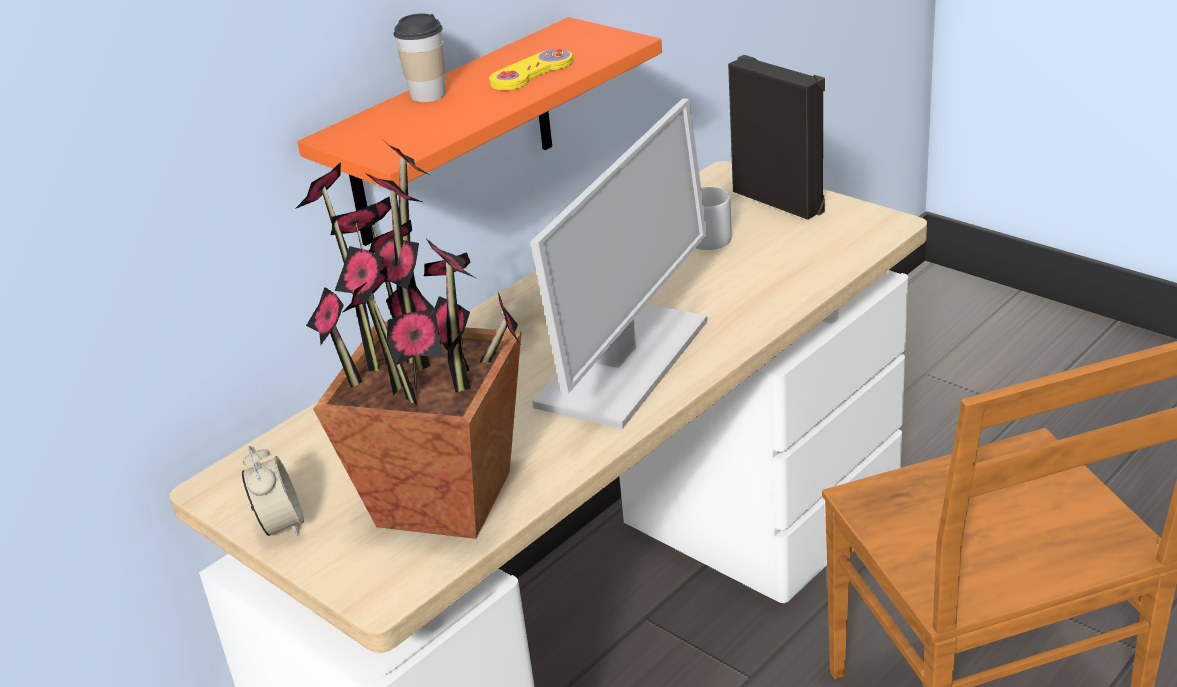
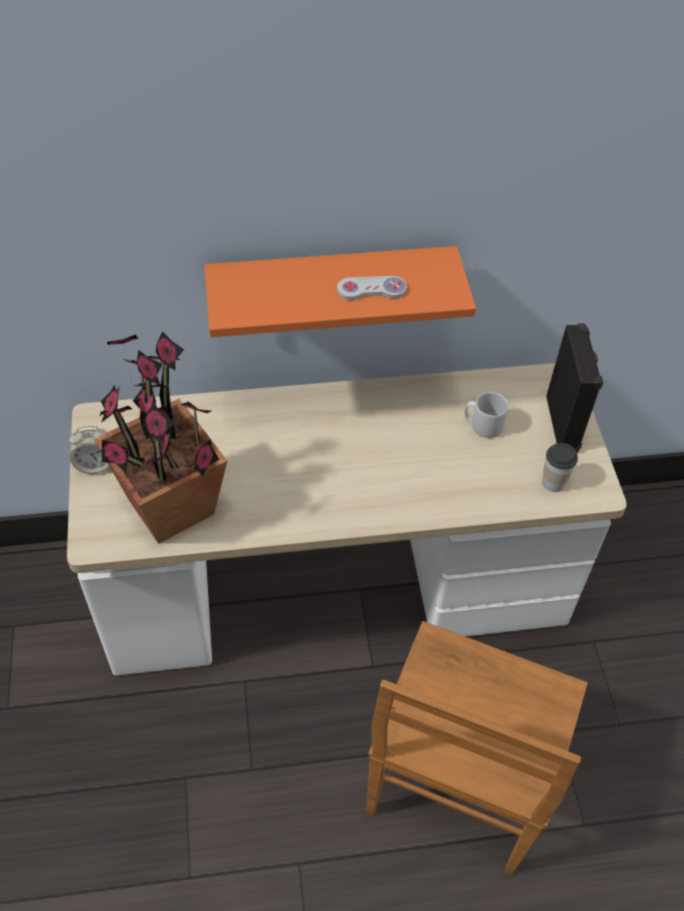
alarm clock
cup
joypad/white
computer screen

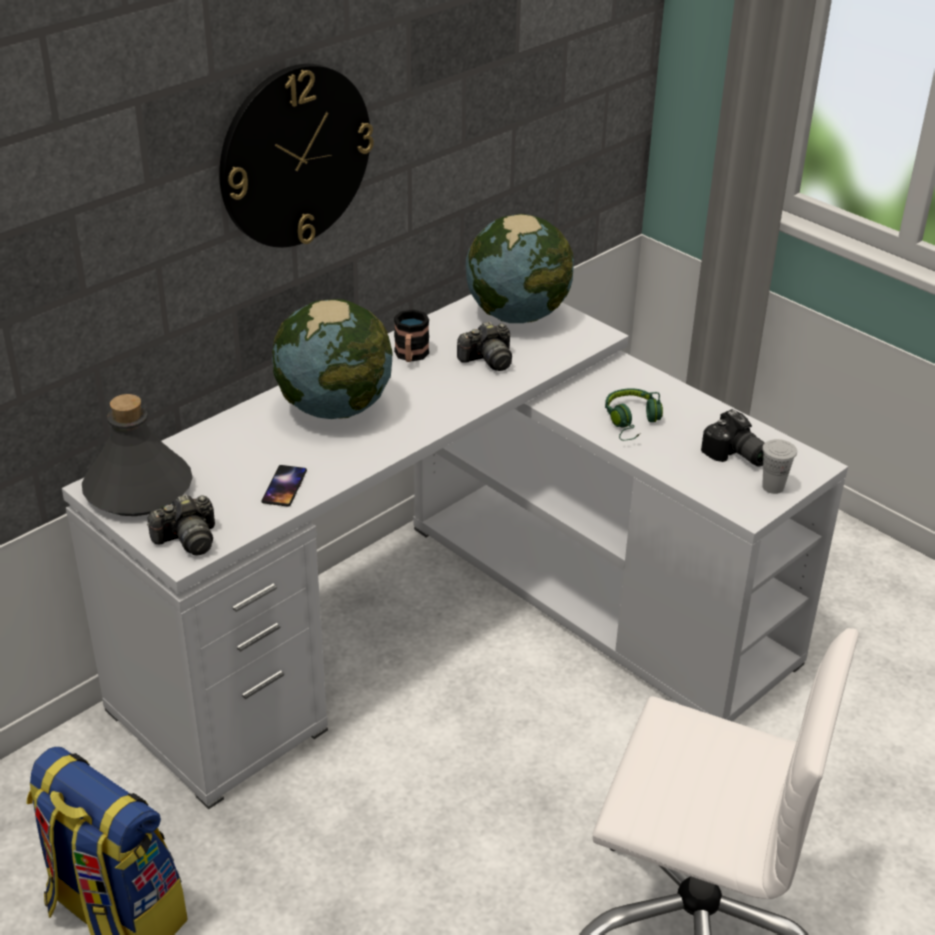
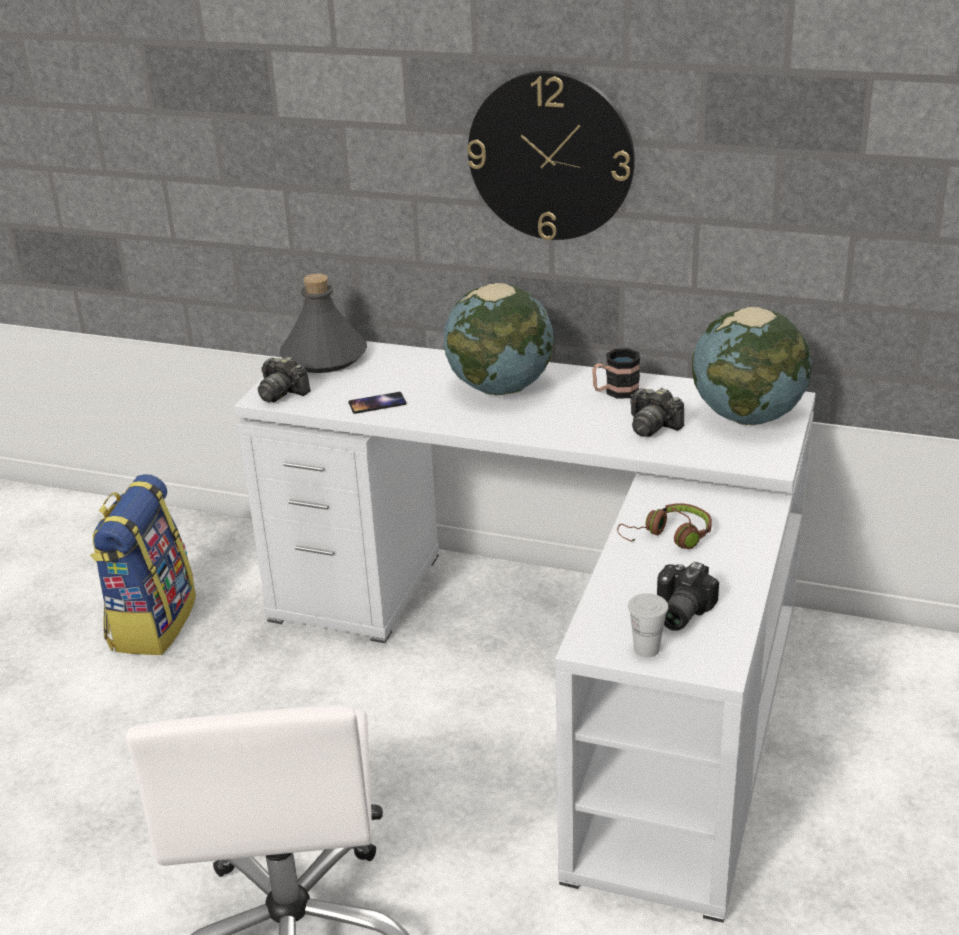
pair of headphones/brownish

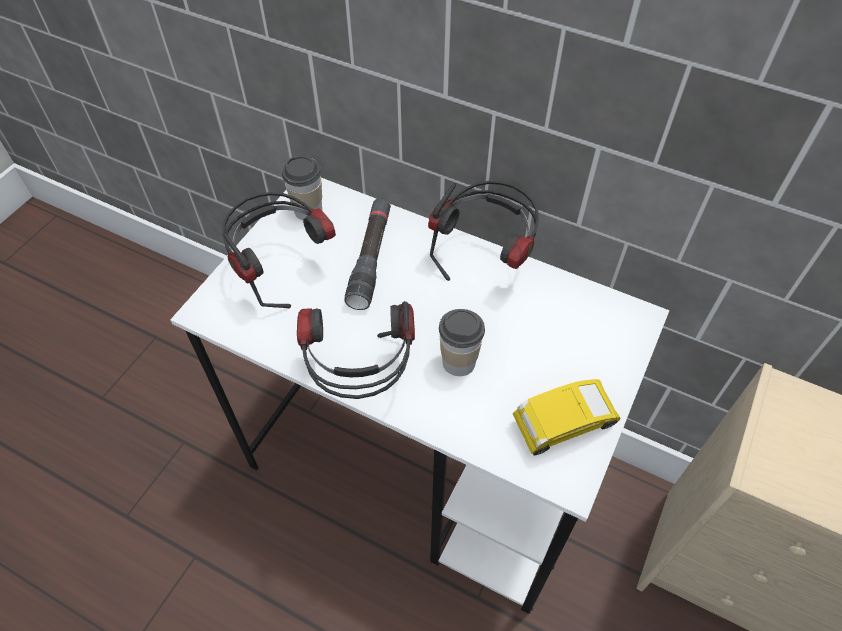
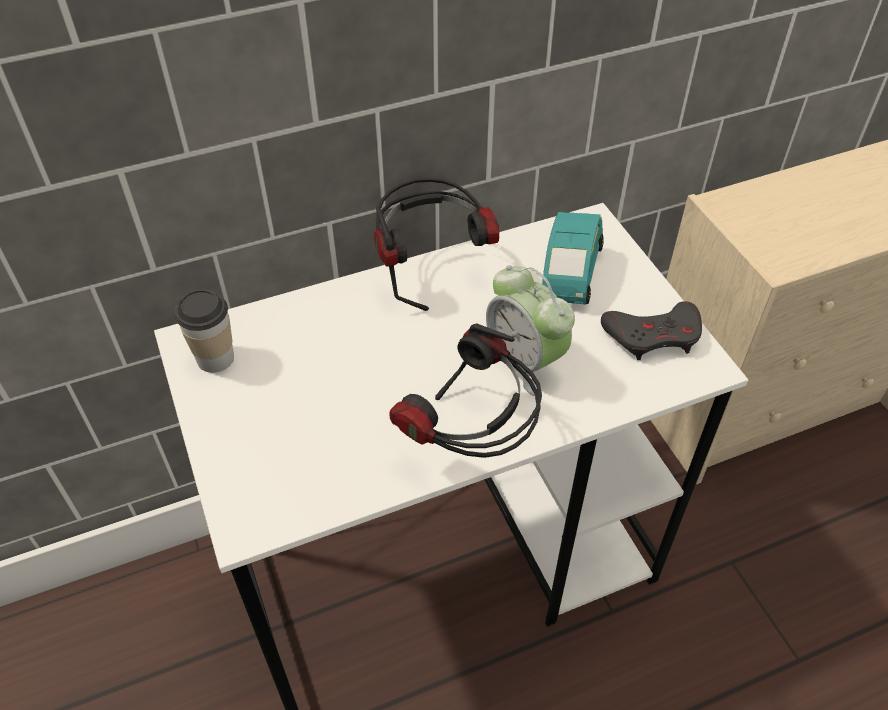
pair of headphones (no. 1 from left in the first image)
flashlight/black
alarm clock
joypad/grey
miniature car/turquoise-coloured

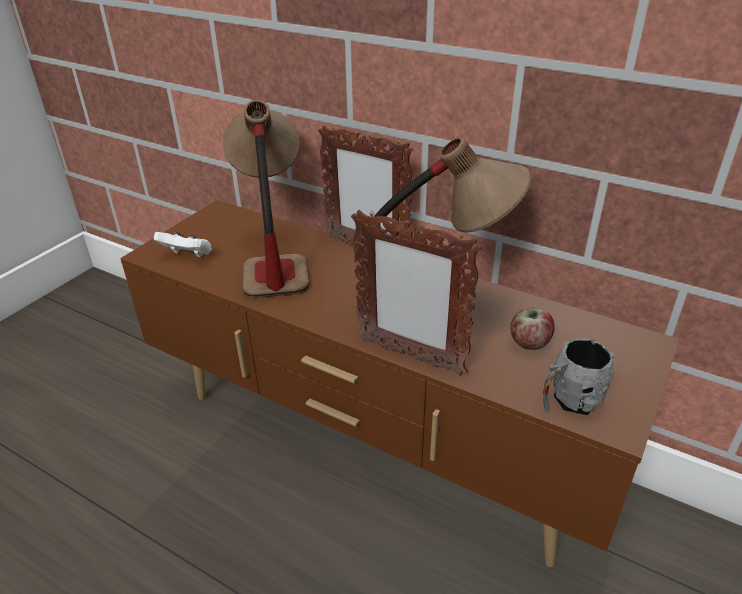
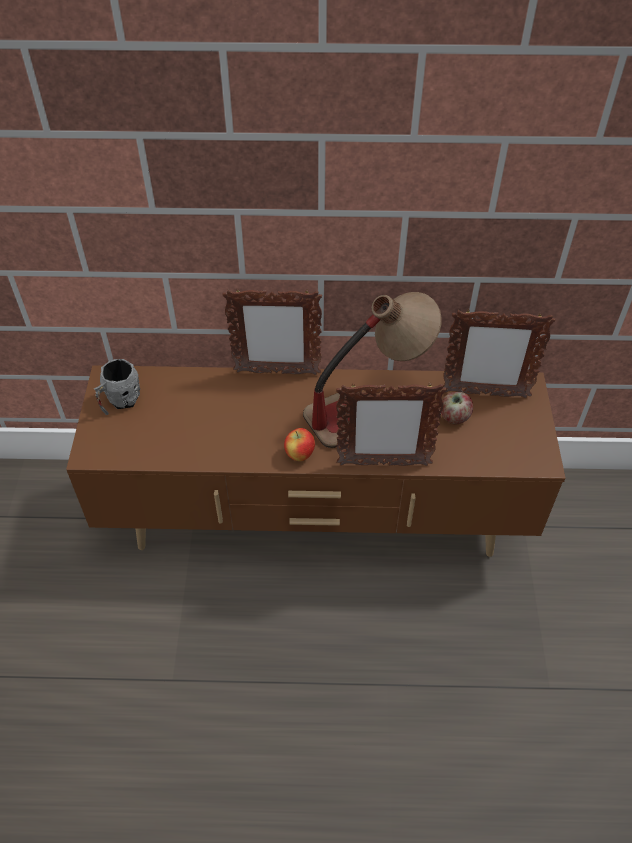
joypad/white
table lamp (no. 1 from left in the first image)
coffee mug/grey
whole apple (no. 1 from left)
picture frame (no. 3 from left)

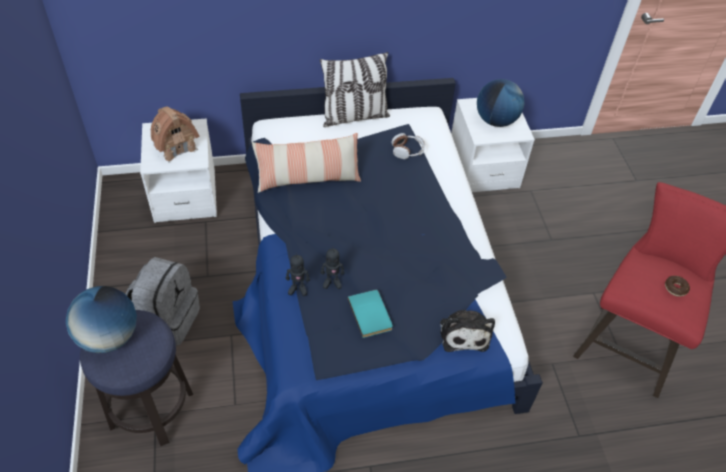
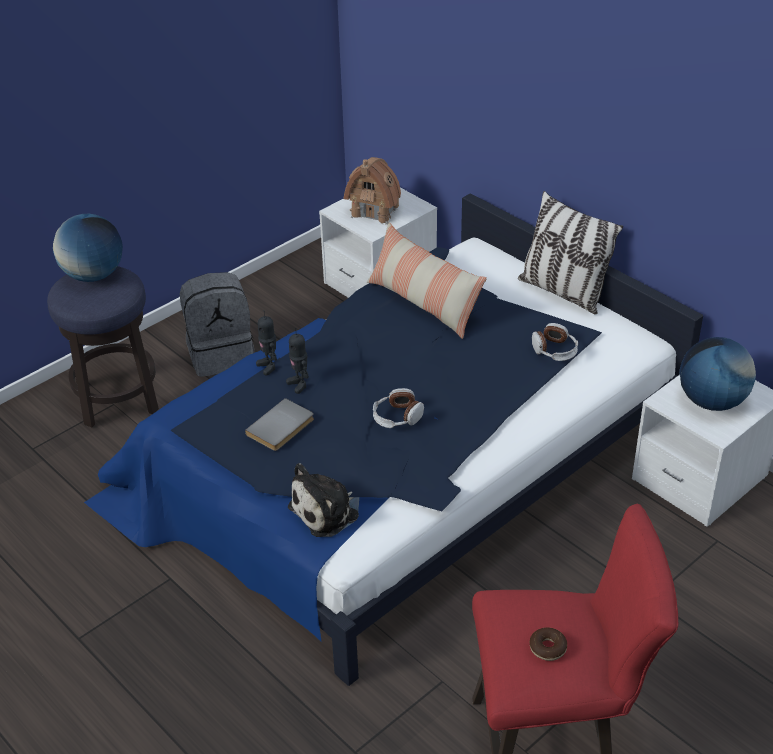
bound book/grey
pair of headphones (no. 1 from left)

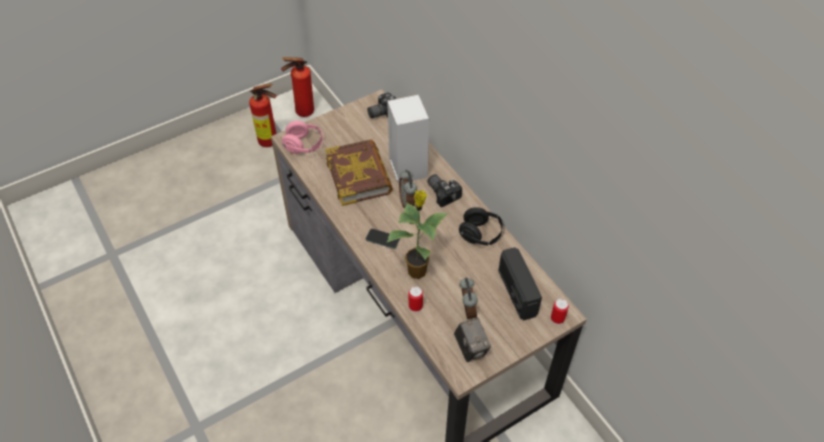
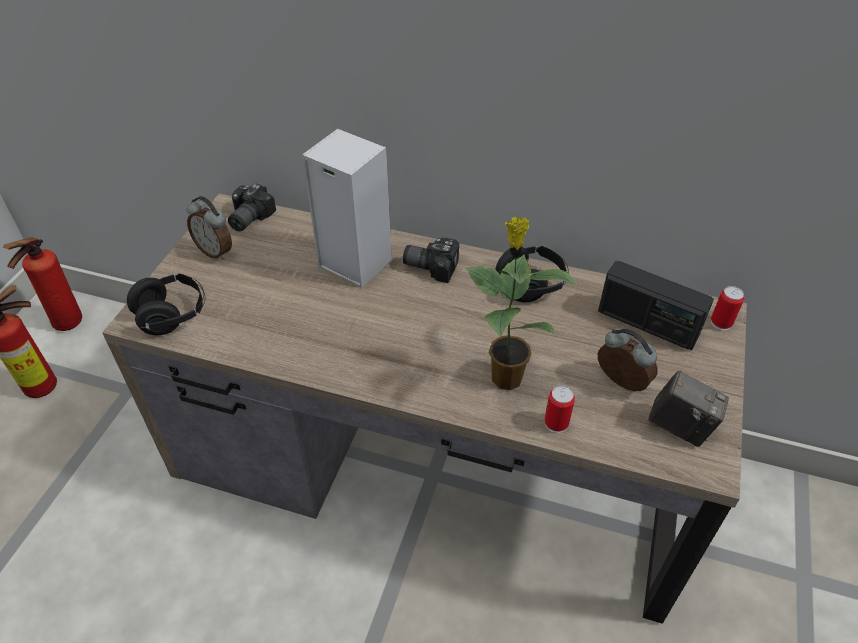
pair of headphones/black (no. 1 from left)
bound book
handset
alarm clock (no. 1 from left)

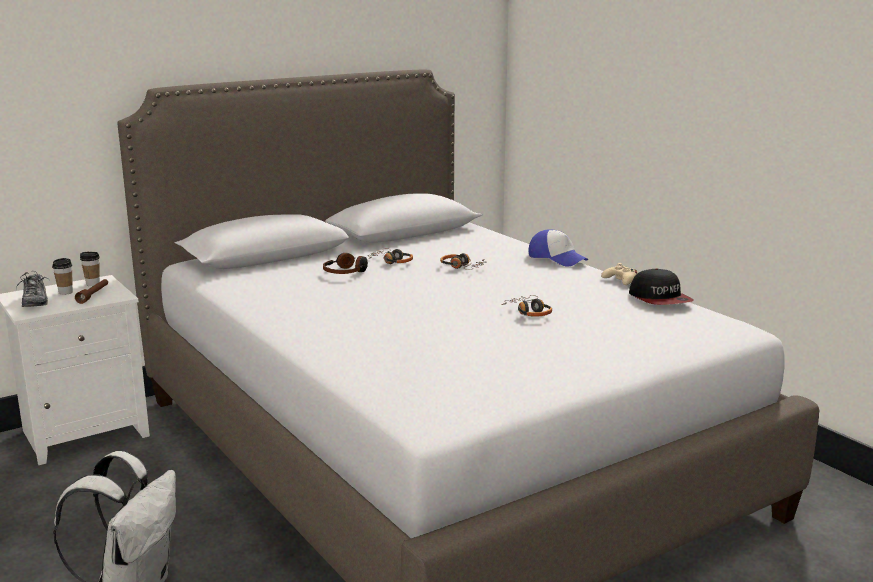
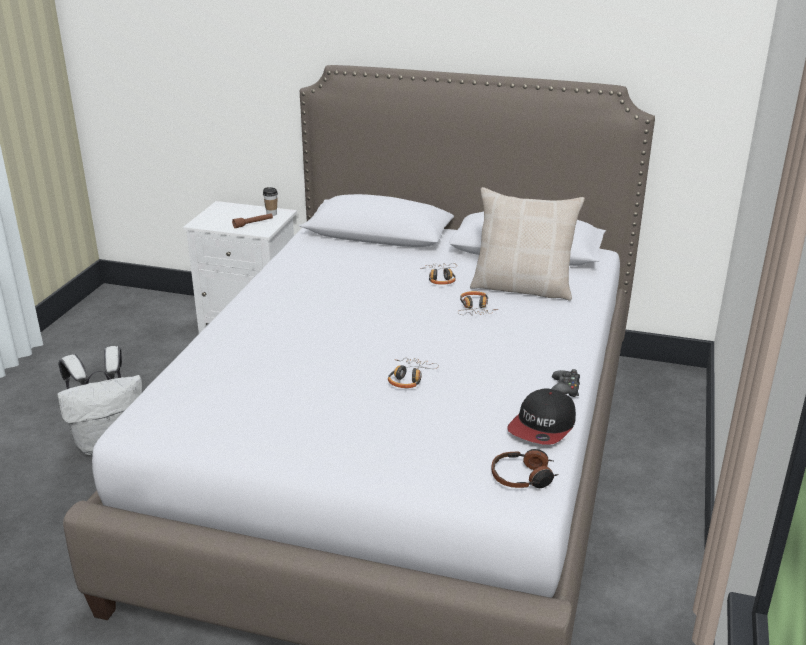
low shoe
cup (no. 1 from left in the first image)
pair of headphones (no. 4 from left)
peaked cap (no. 1 from left in the first image)
joypad/black
throw pillow/beige-coloured

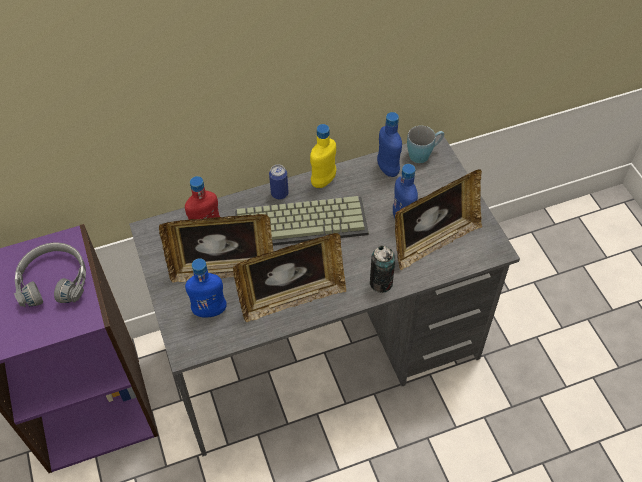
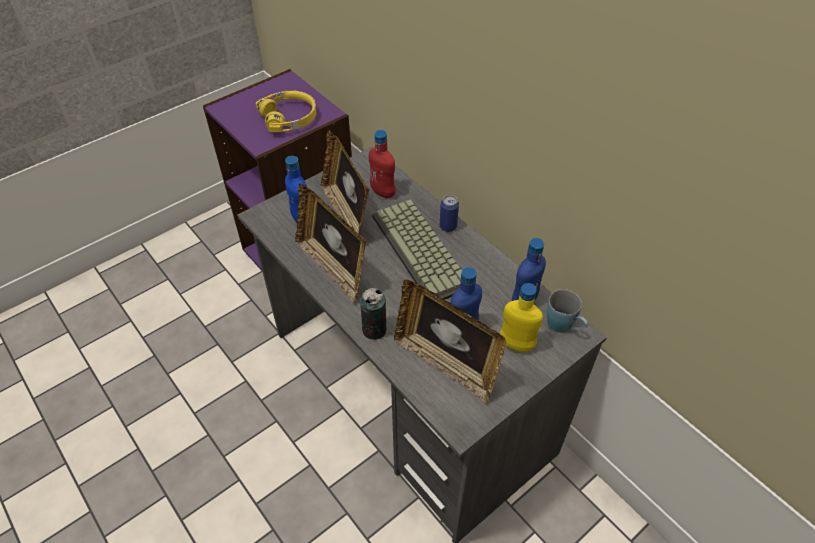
pair of headphones/yellowish
beverage bottle/yellowish

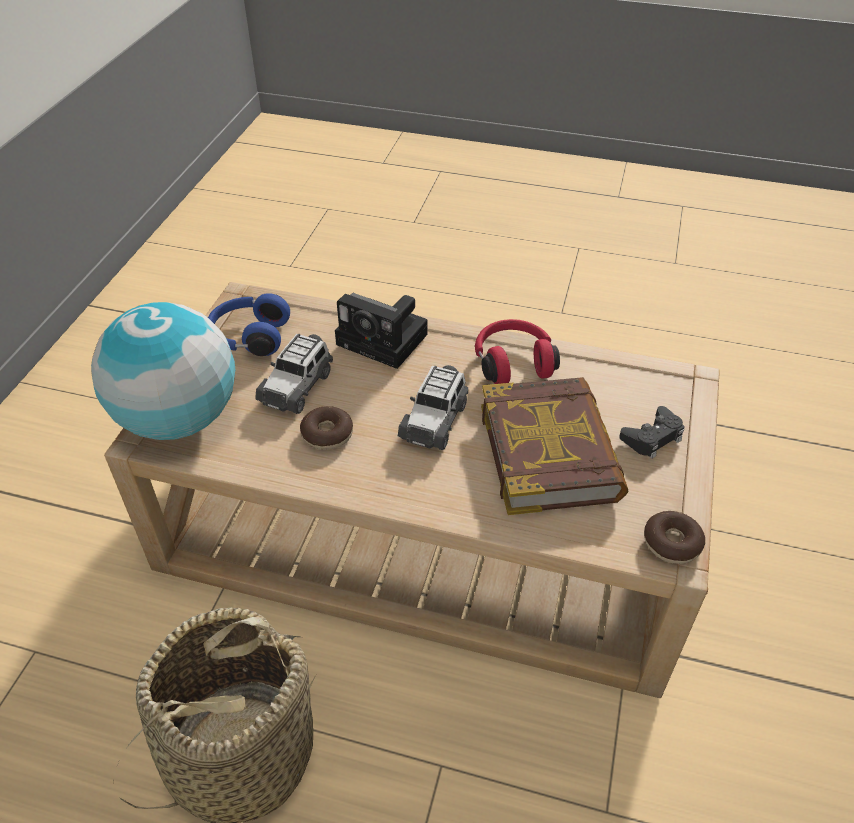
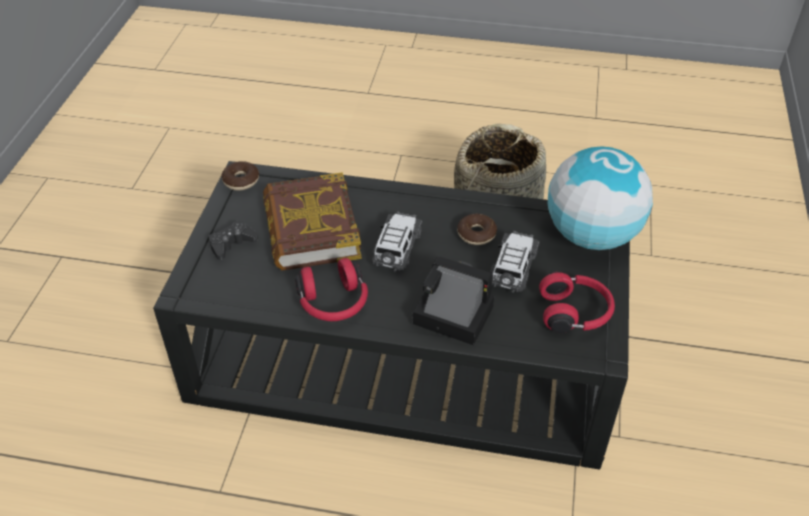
coffee table/black
pair of headphones/red (no. 2 from left)

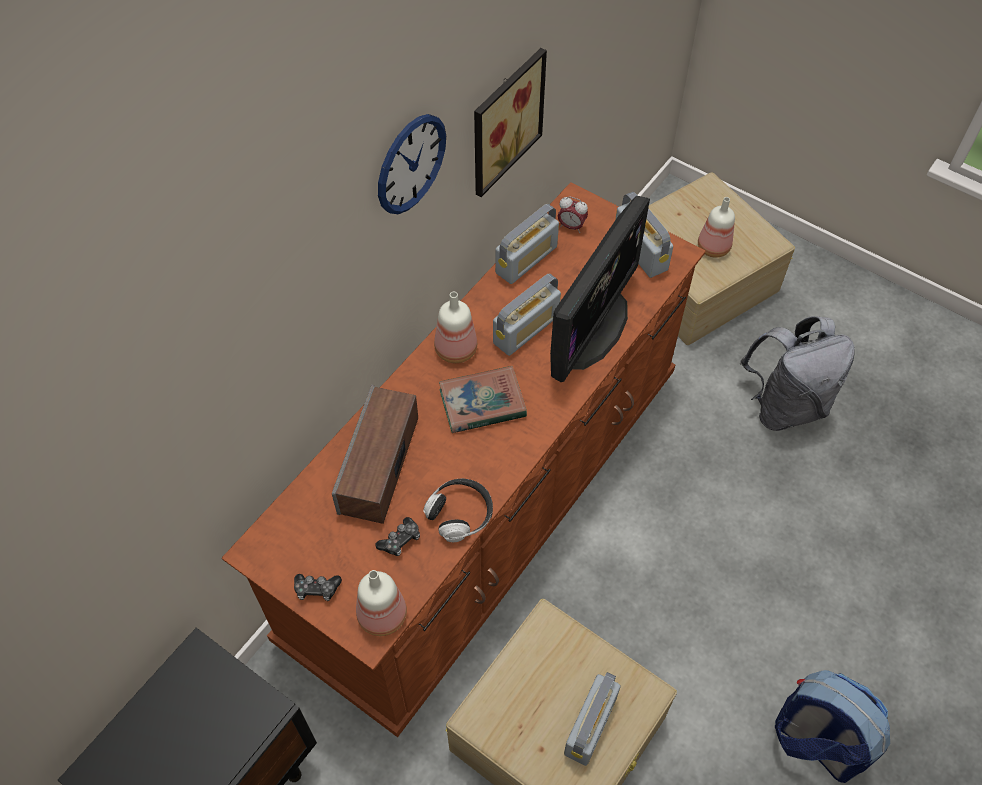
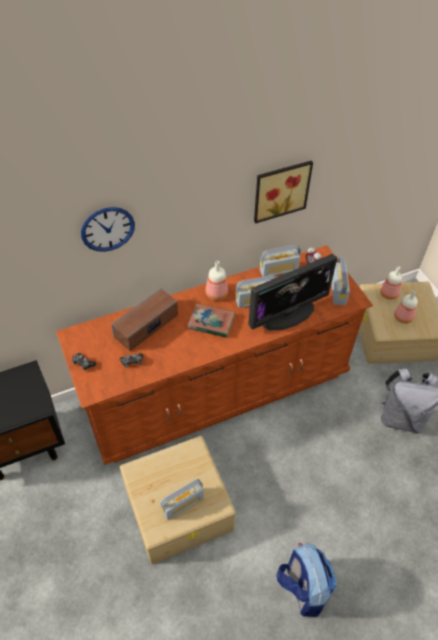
beverage bottle (no. 2 from left)
wall clock
pair of headphones

